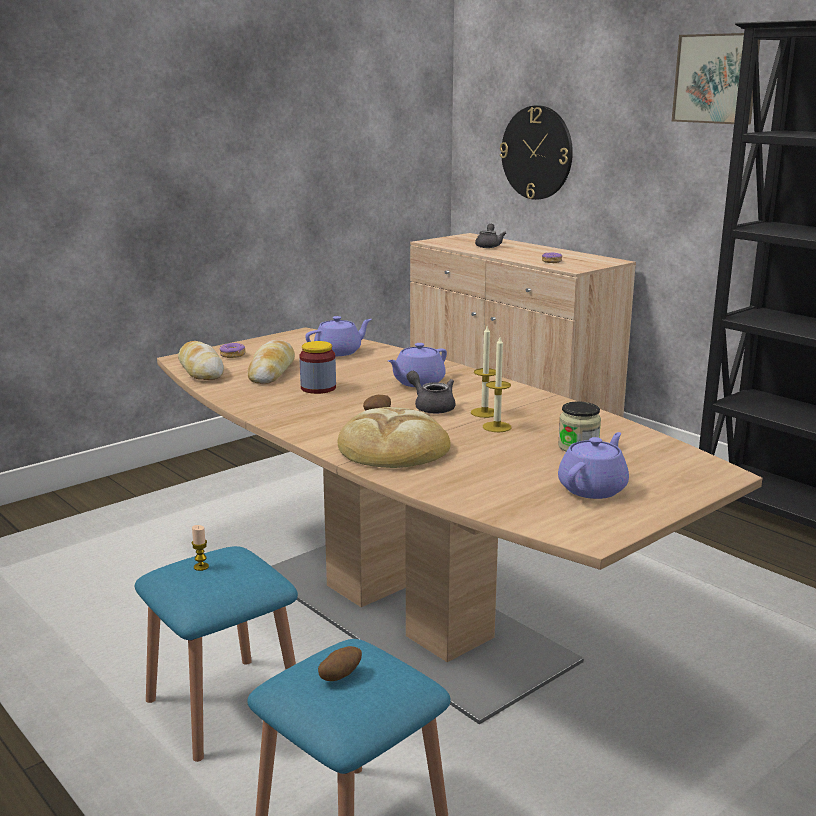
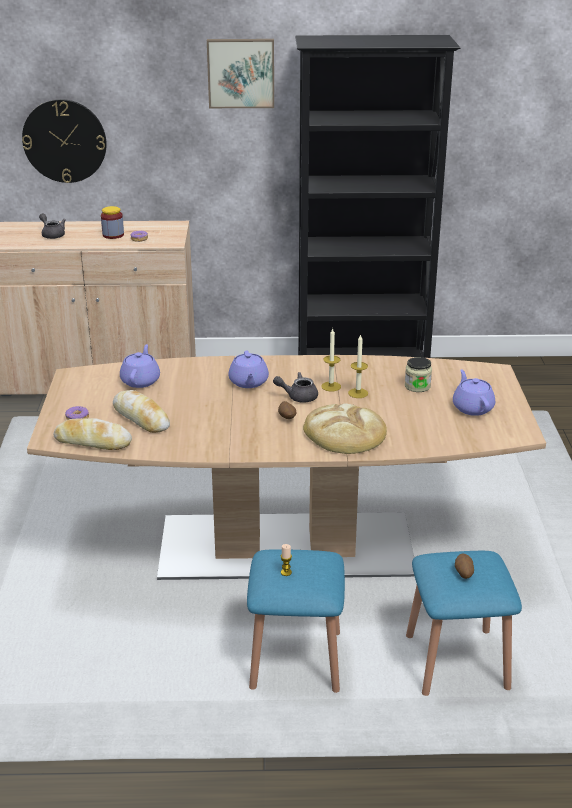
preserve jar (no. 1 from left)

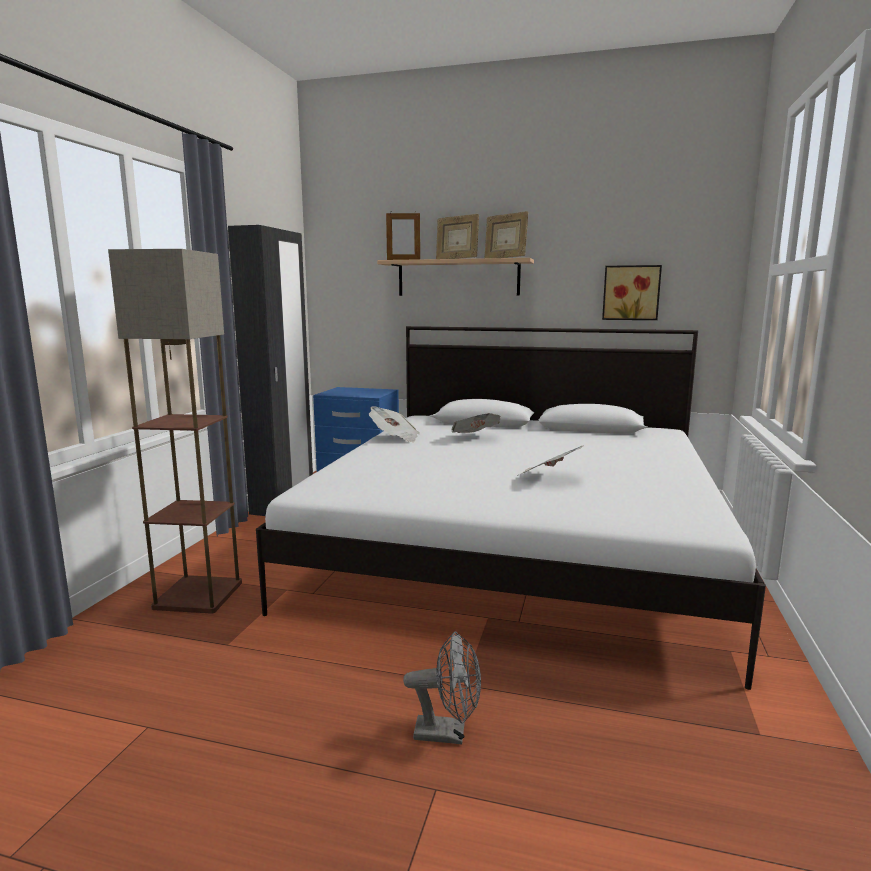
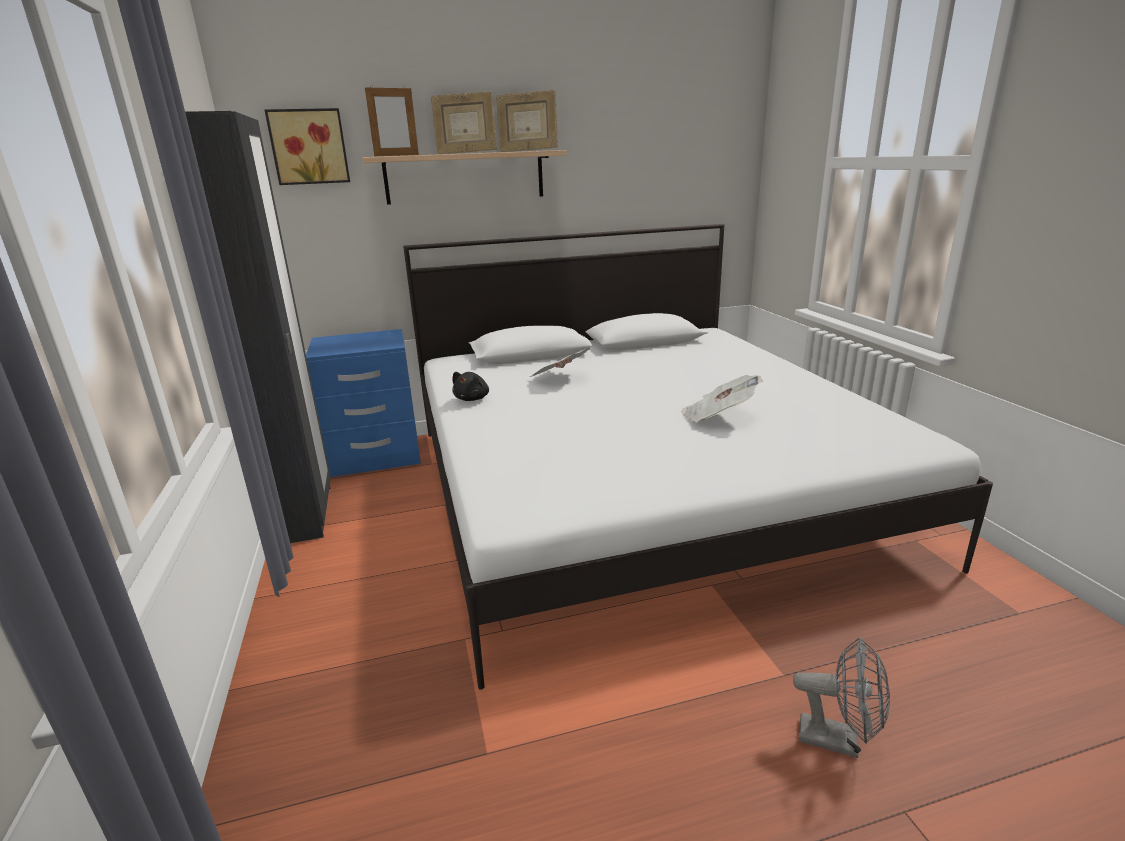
floor lamp
plush toy/black
electric fan/grey
wall art

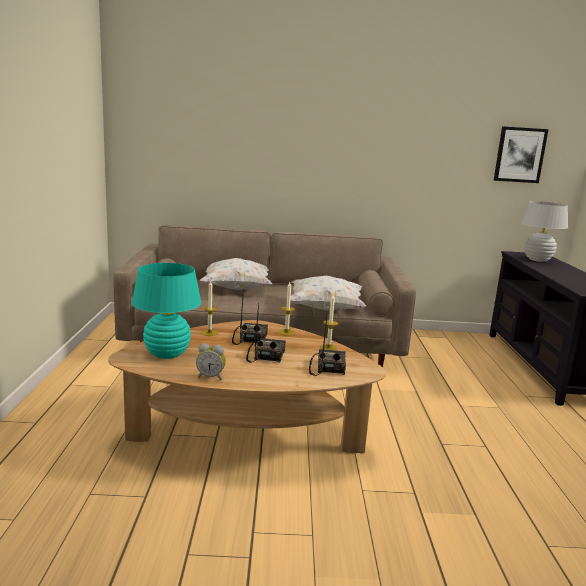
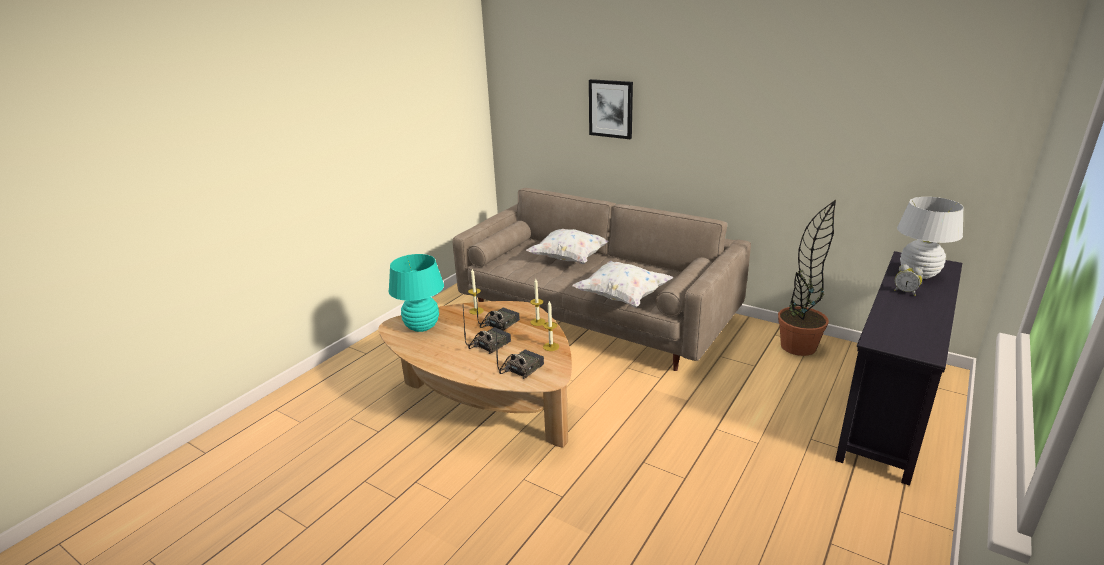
alarm clock
wall art
houseplant

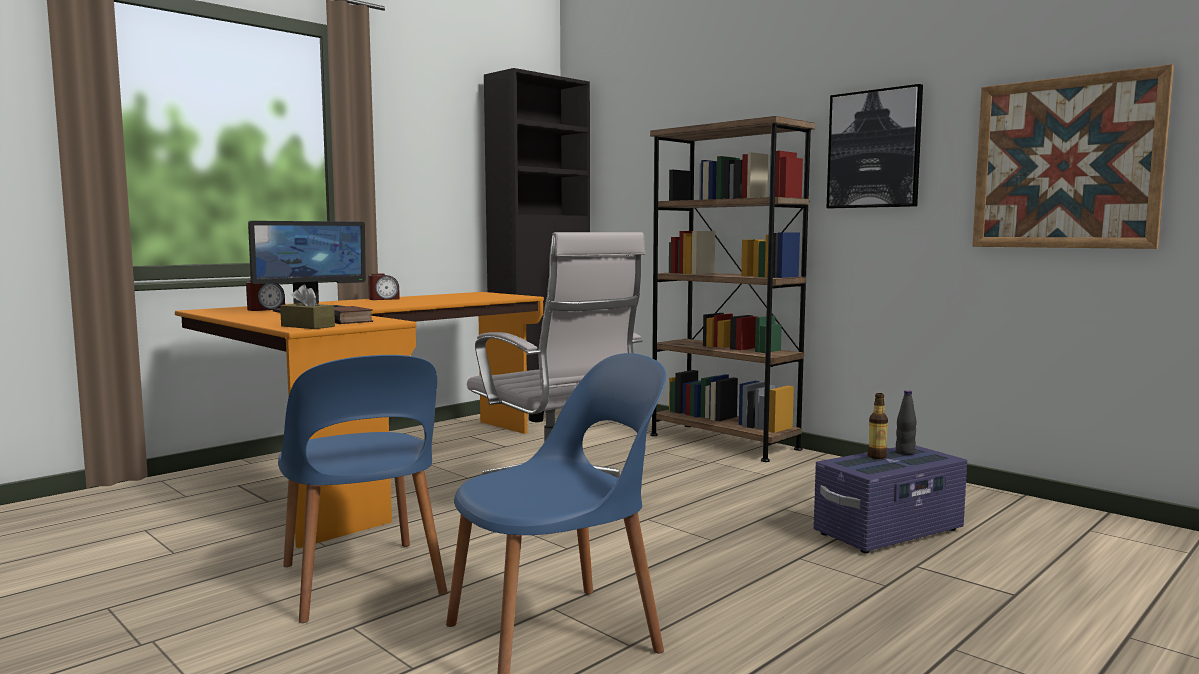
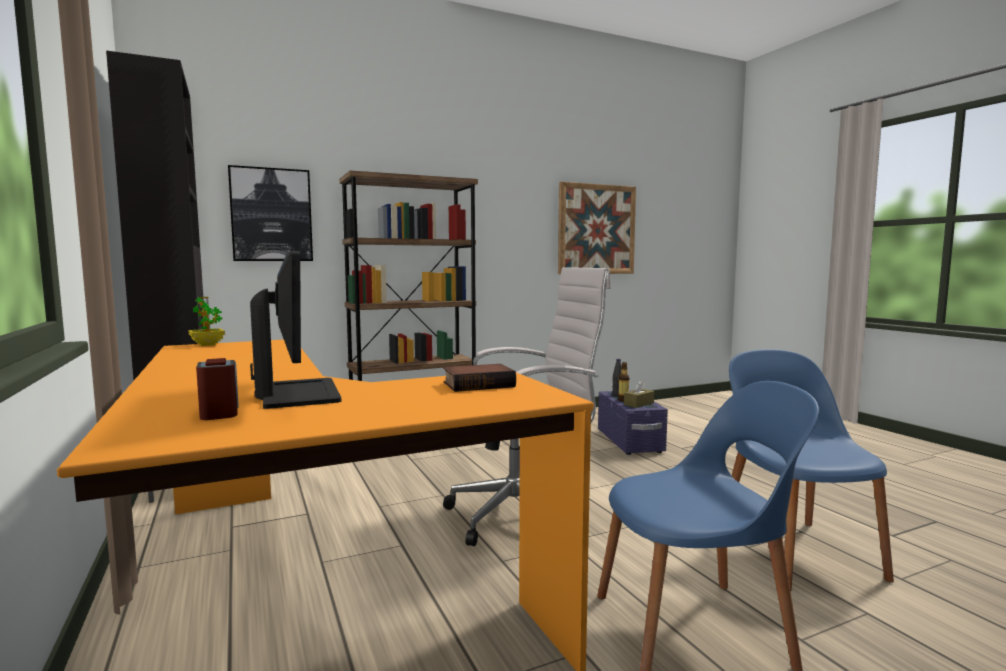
box of tissues/brownish
alarm clock (no. 2 from left in the first image)
wall art (no. 1 from left)
houseplant

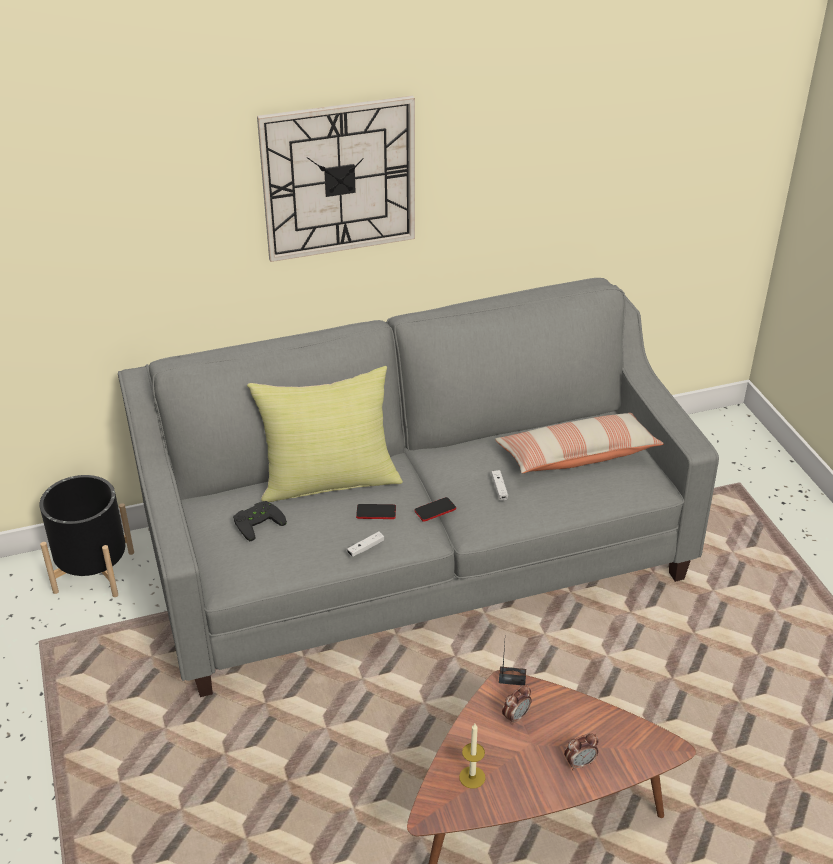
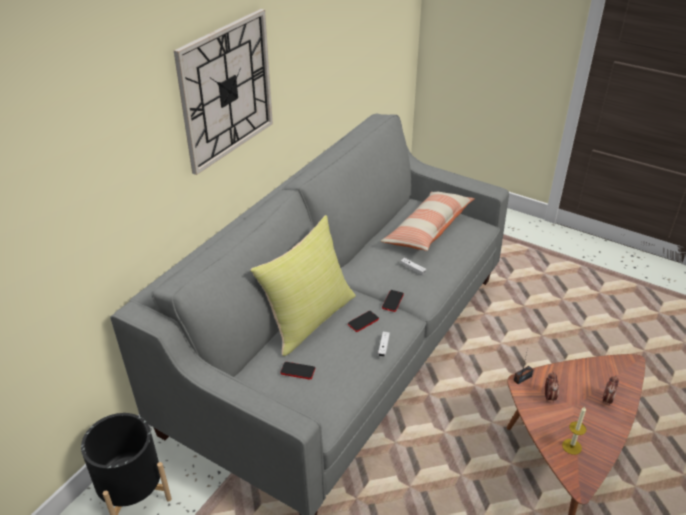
handset (no. 1 from left)

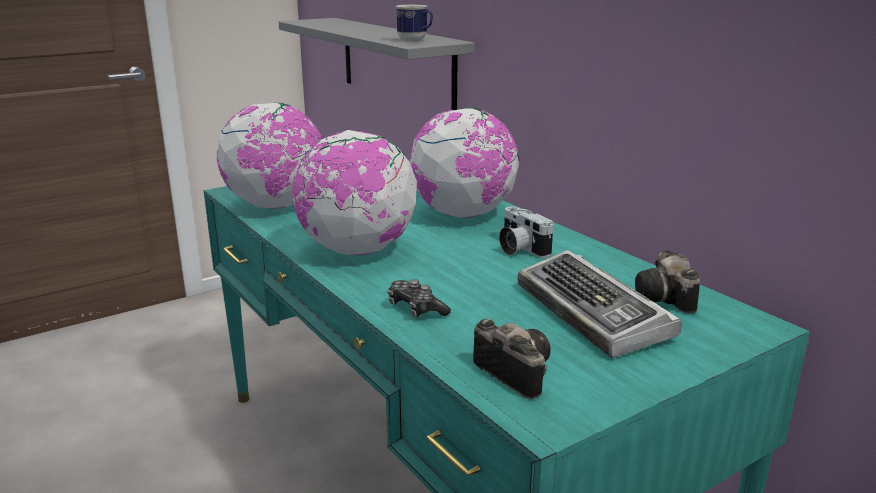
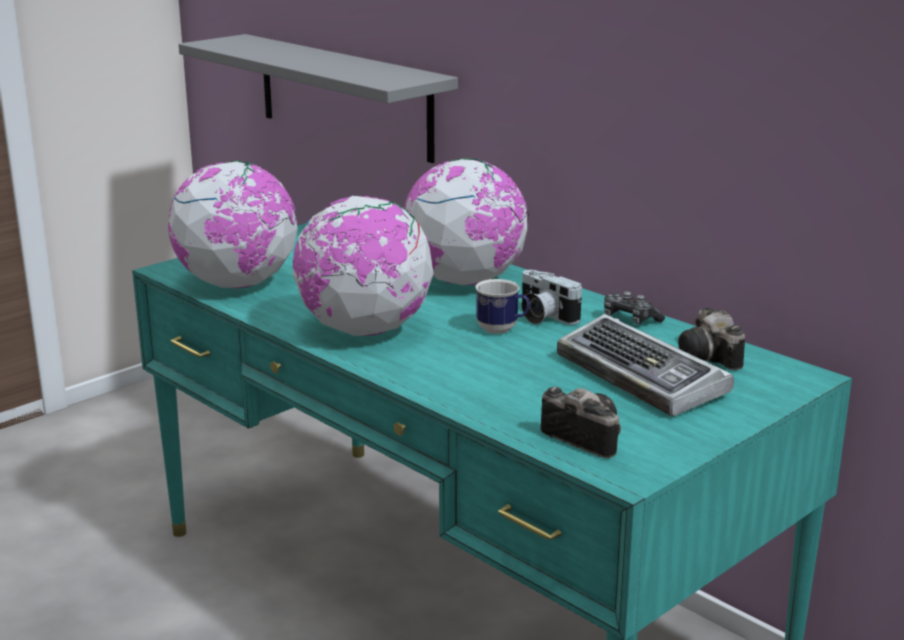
joypad
coffee mug

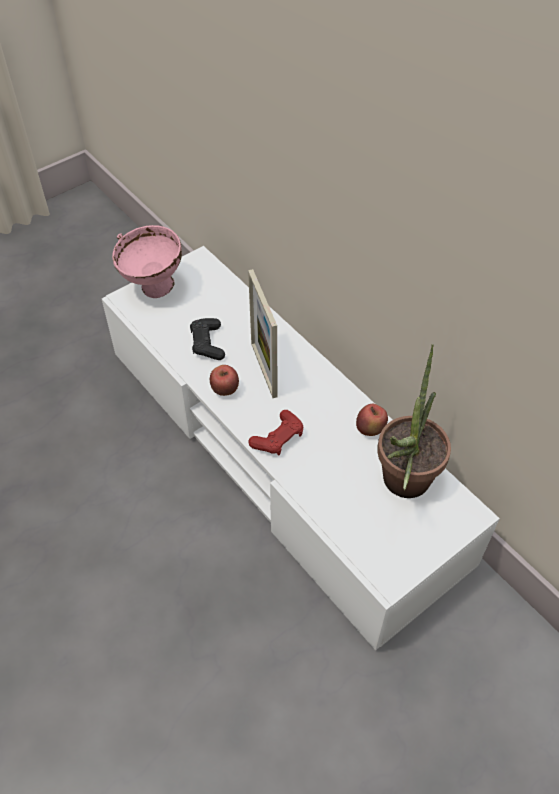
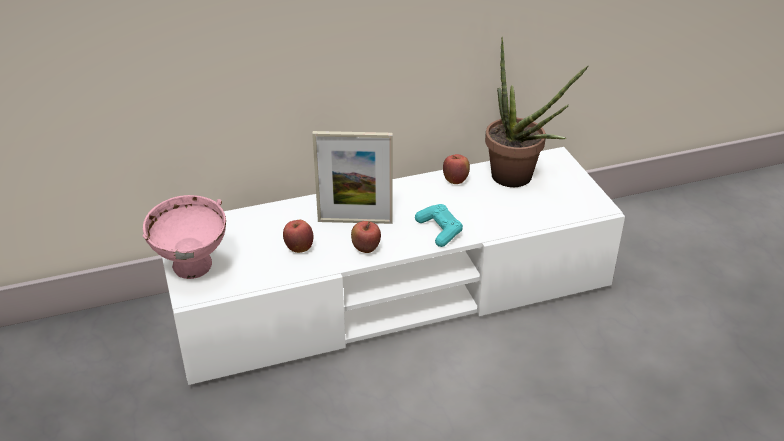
whole apple (no. 1 from left)
joypad/turquoise-coloured

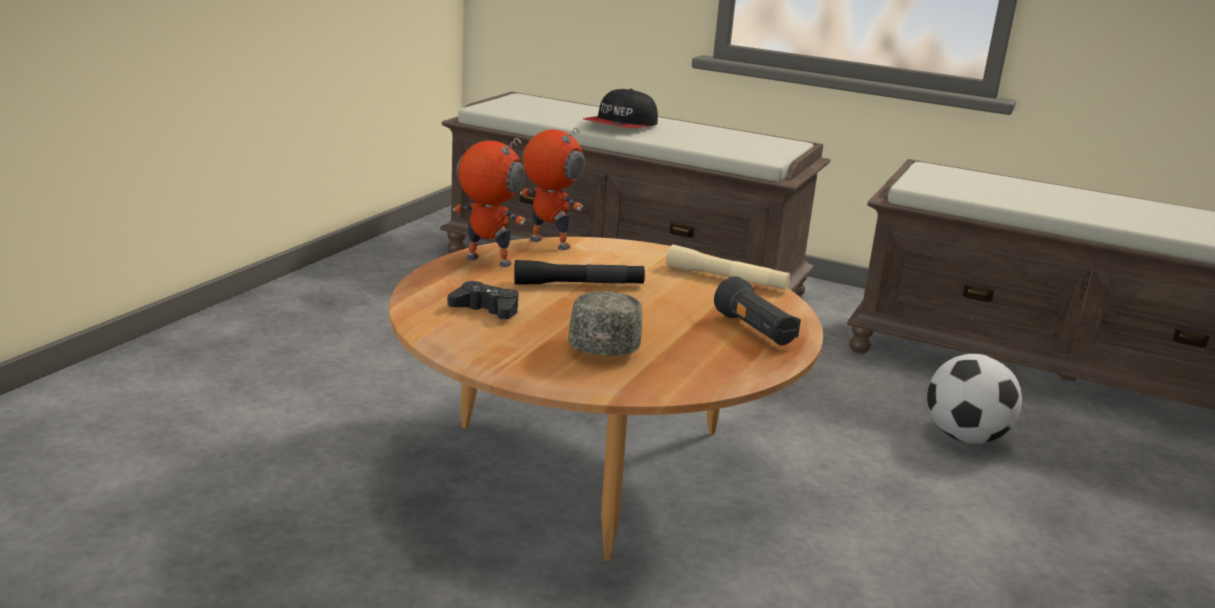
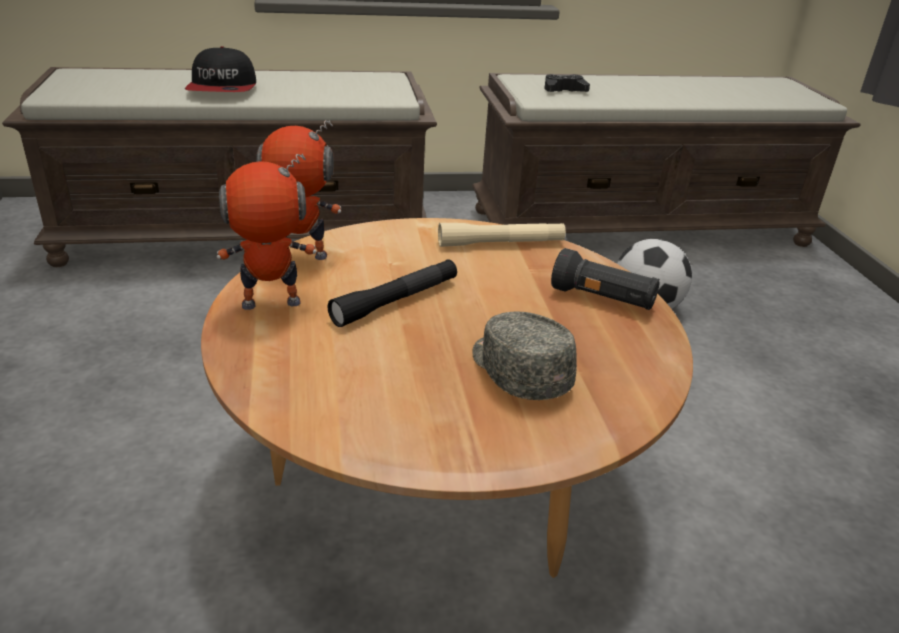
joypad/black

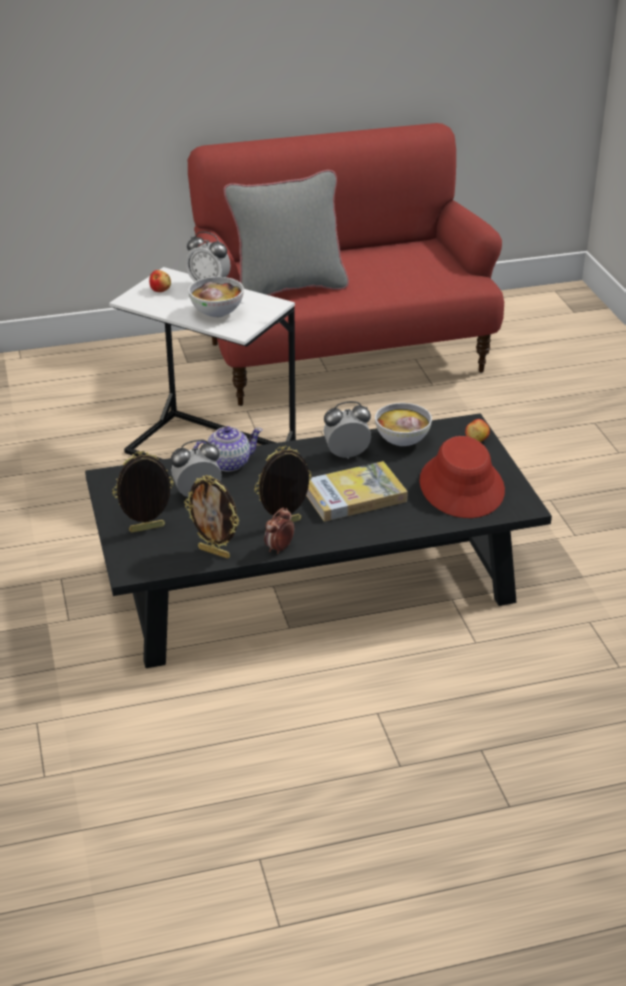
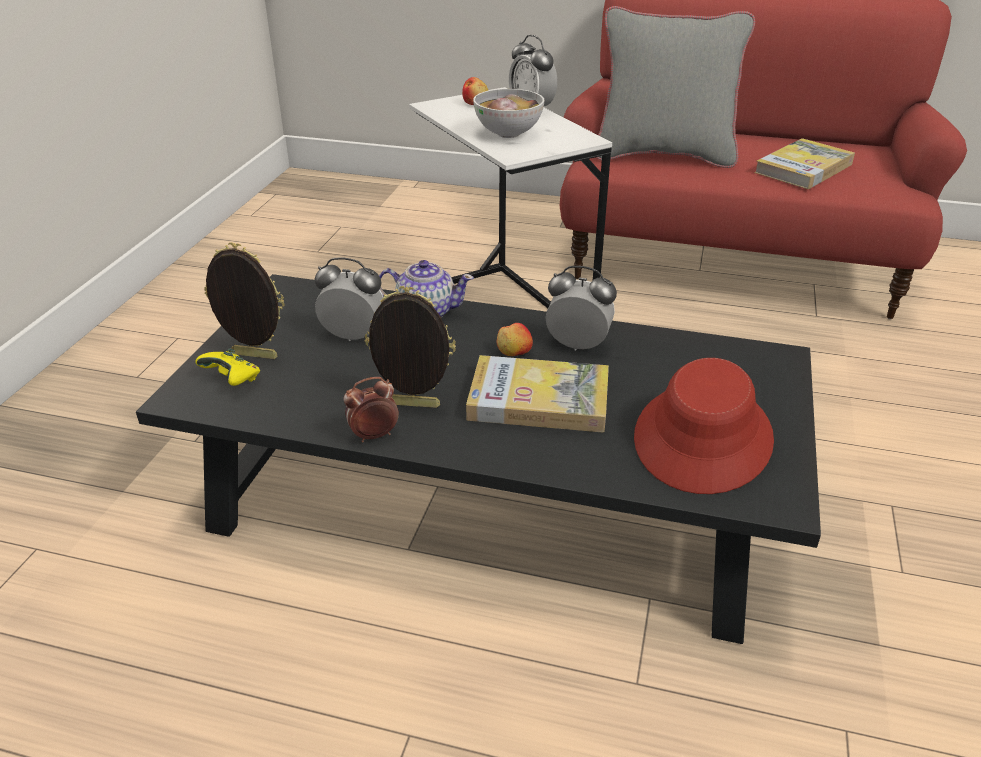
picture frame (no. 2 from left in the first image)
serving bowl (no. 2 from left in the first image)
whole apple (no. 2 from left)
joypad/yellowish
bound book (no. 2 from left)

